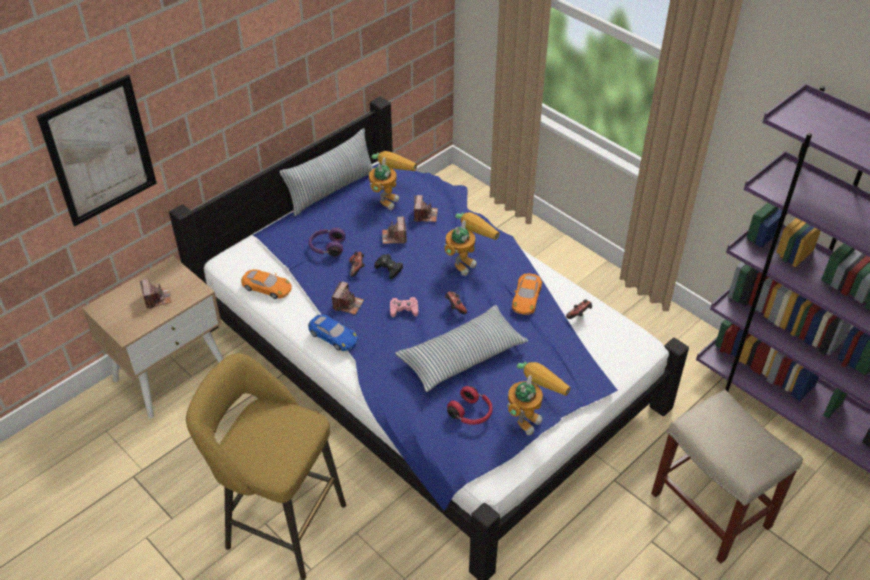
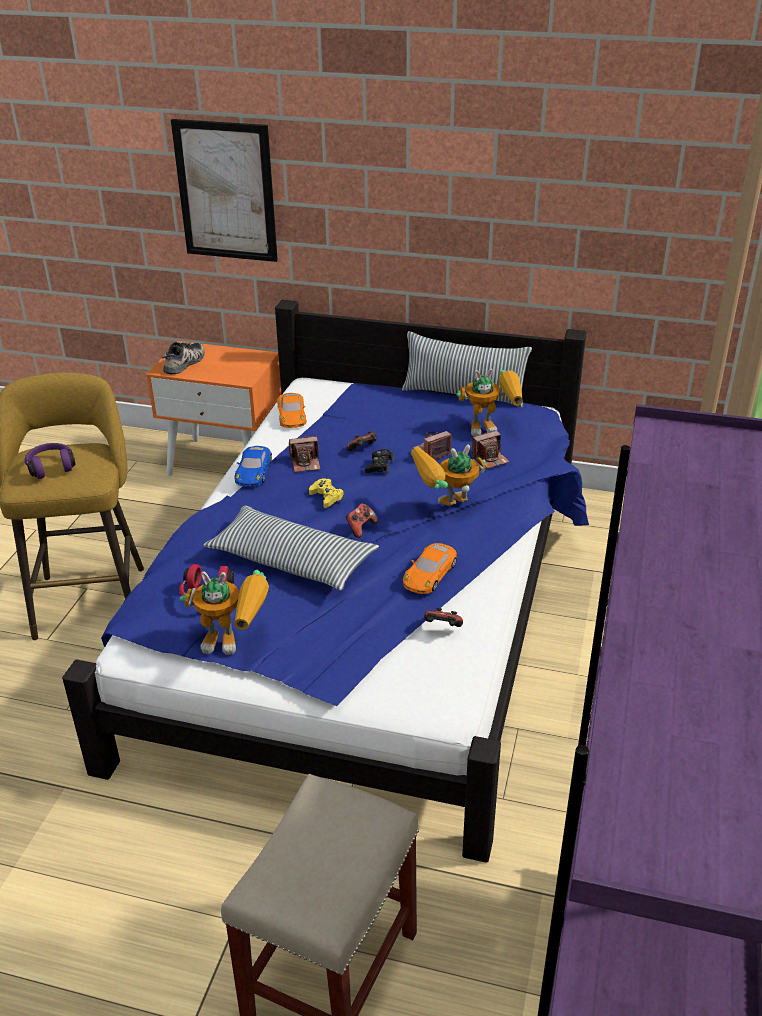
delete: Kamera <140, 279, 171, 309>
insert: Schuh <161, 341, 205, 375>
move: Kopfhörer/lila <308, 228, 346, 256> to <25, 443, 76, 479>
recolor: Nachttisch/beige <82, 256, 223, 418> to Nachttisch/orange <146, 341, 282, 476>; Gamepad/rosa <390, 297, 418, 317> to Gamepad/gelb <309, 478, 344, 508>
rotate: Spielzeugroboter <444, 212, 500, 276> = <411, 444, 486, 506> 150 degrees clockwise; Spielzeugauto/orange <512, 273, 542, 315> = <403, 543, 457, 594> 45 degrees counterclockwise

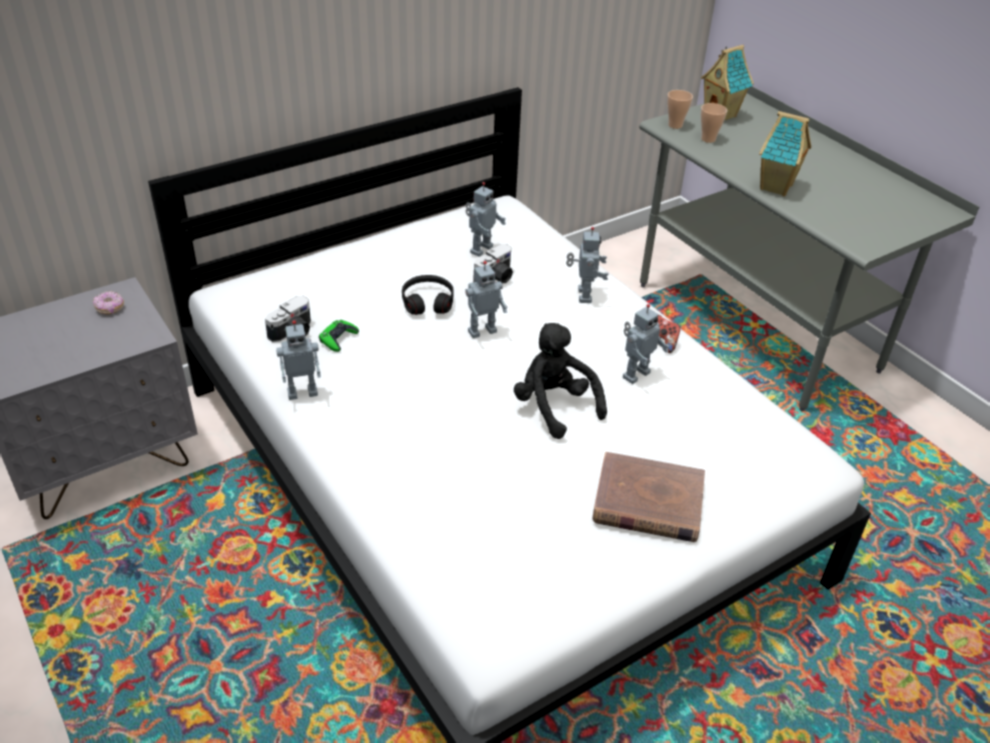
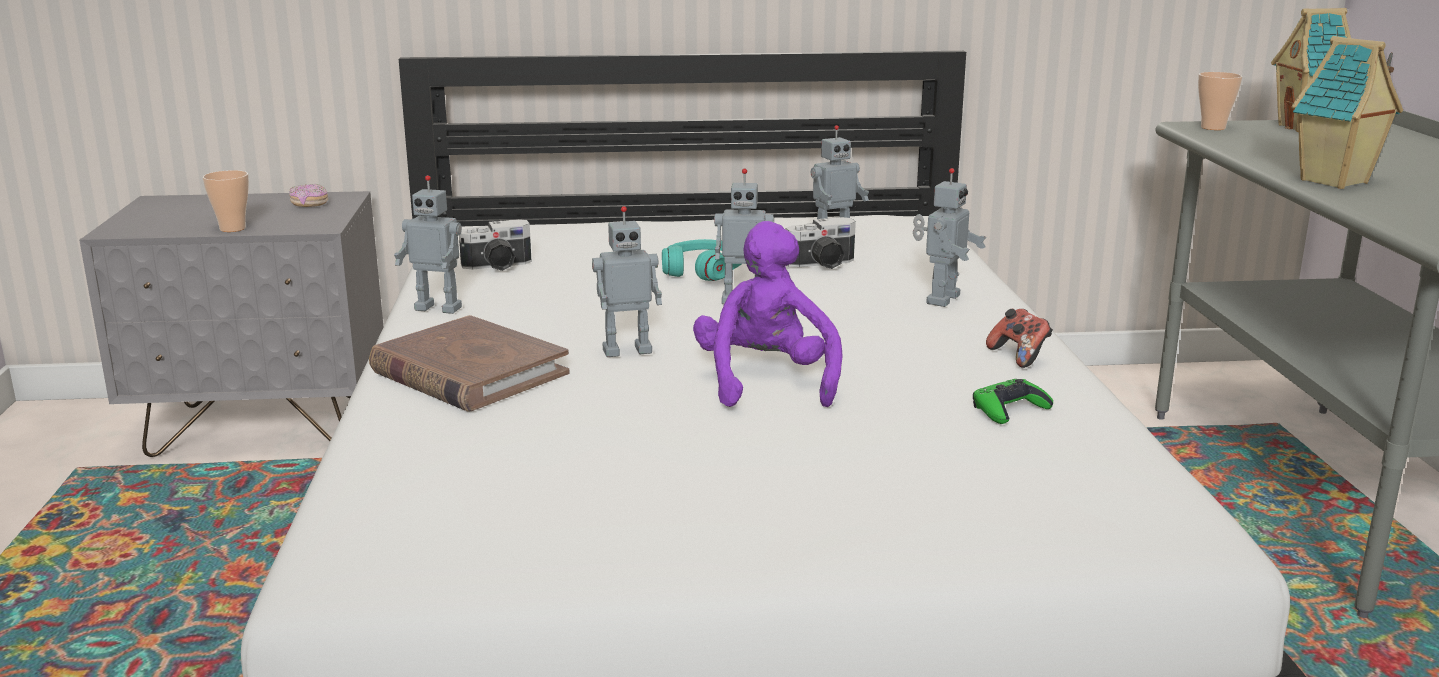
move: Tasse <701, 103, 727, 143> to <202, 170, 249, 232>; Spielzeugroboter <623, 304, 669, 384> to <592, 206, 662, 357>; Gamepad/grün <319, 320, 359, 352> to <973, 379, 1053, 424>; Buch/braun <592, 452, 705, 542> to <369, 315, 570, 411>
recolor: Kopfhörer/schwarz <402, 275, 454, 315> to Kopfhörer/türkis <662, 239, 741, 281>; Plüschtier/schwarz <514, 323, 607, 439> to Plüschtier/lila <693, 221, 842, 407>

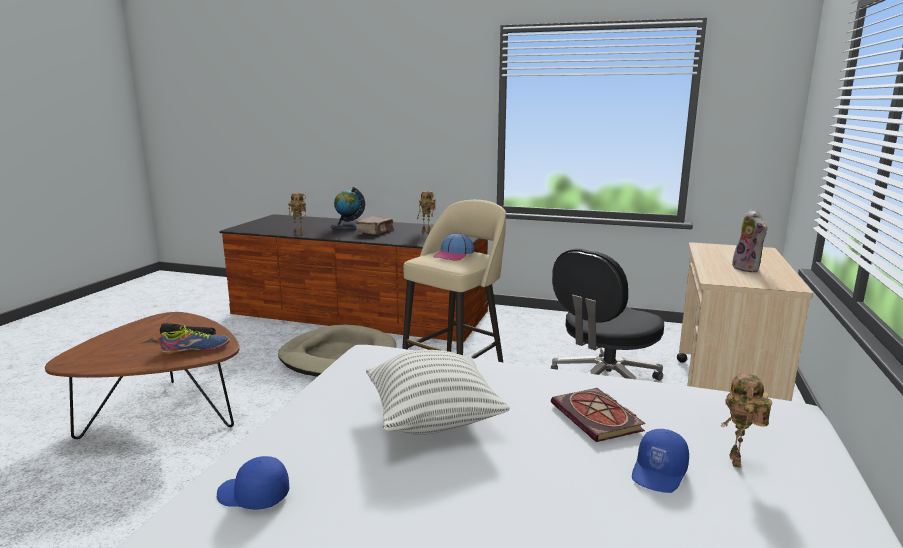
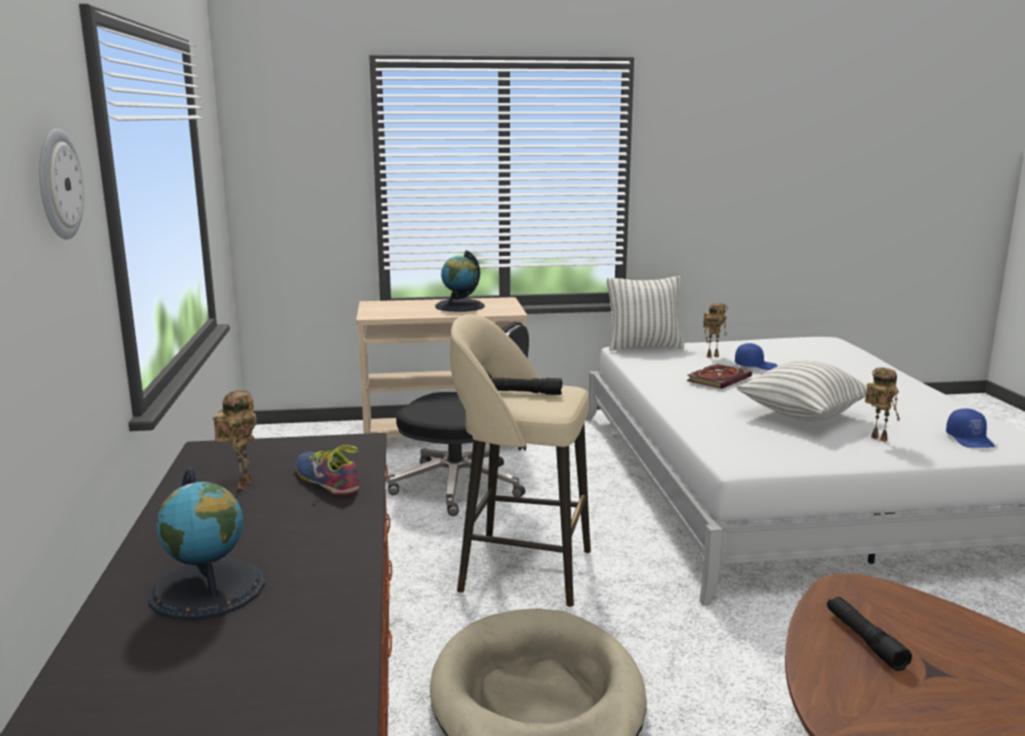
delete: Buch/braun <356, 216, 394, 235>
insert: Wanduhr <39, 129, 84, 240>; Kissen <607, 276, 684, 351>
move: Spielzeugroboter <288, 193, 307, 235> to <865, 367, 900, 442>; Schuh <160, 325, 230, 354> to <296, 445, 359, 495>
replace: Plüschtier <730, 209, 767, 272> to Globus <435, 250, 485, 312>; Kappe <433, 233, 474, 261> to Taschenlampe/schwarz <490, 377, 562, 395>

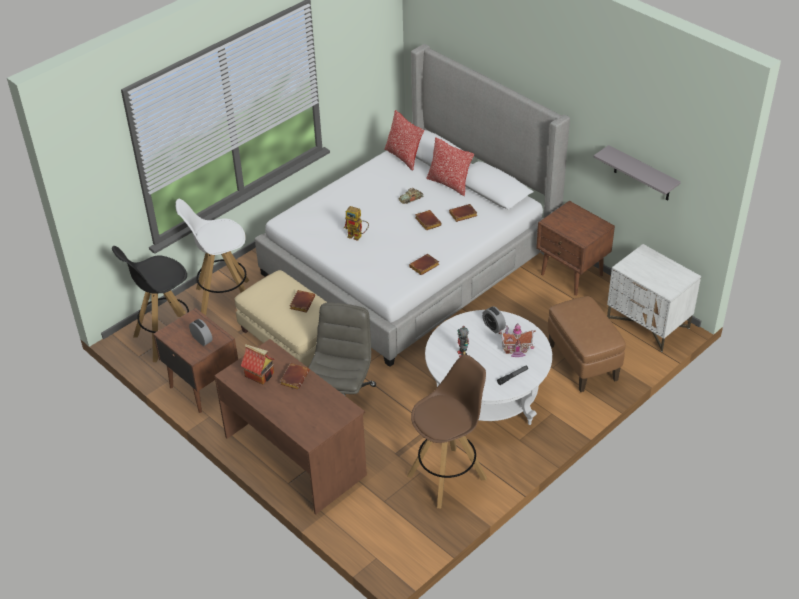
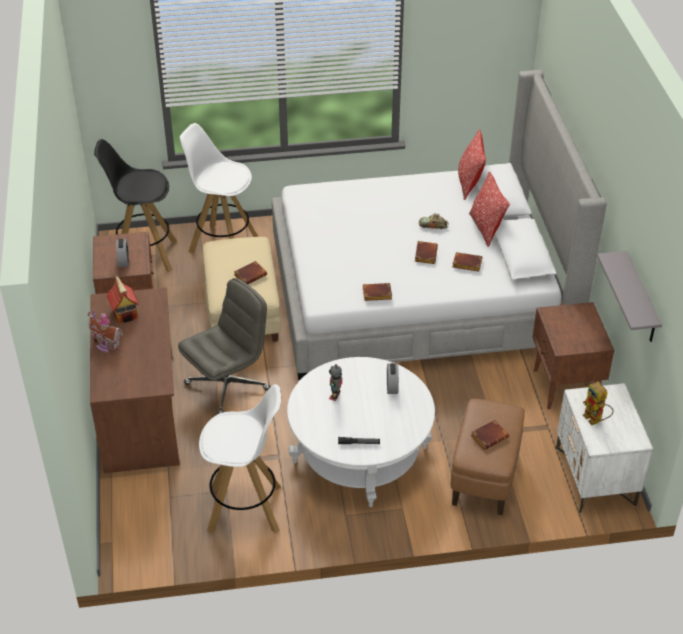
move: Spielzeugroboter <344, 206, 369, 241> to <583, 381, 614, 425>; Spielzeughaus <499, 324, 536, 357> to <87, 309, 123, 353>; Buch/braun <280, 363, 310, 390> to <471, 419, 509, 450>
recolor: Hocker/braun <407, 355, 487, 508> to Hocker/weiß <199, 384, 281, 534>

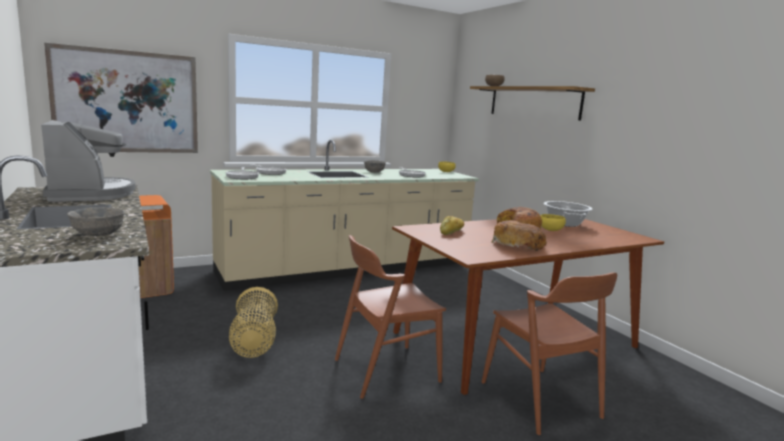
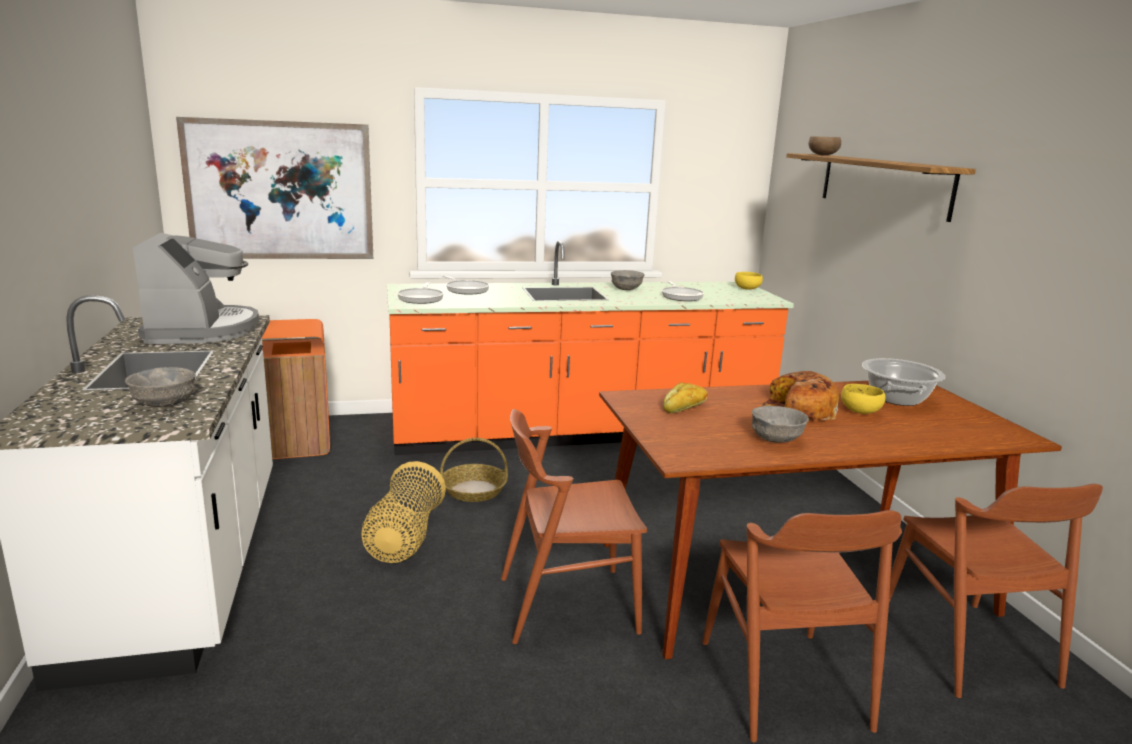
insert: Korb <440, 438, 508, 502>; Stuhl/braun <889, 484, 1103, 698>
replace: Brot <491, 220, 547, 251> to Schüssel/grau <752, 406, 809, 443>
recolor: Küchenzeile/beige <210, 140, 479, 291> to Küchenzeile/orange <387, 240, 794, 455>

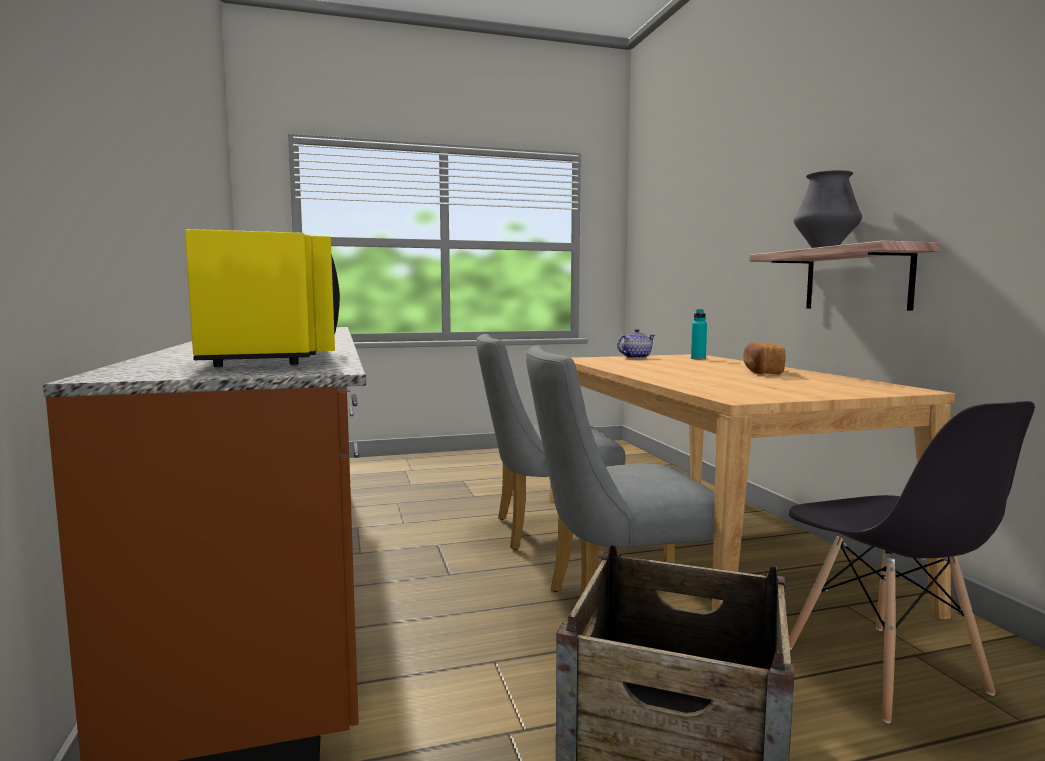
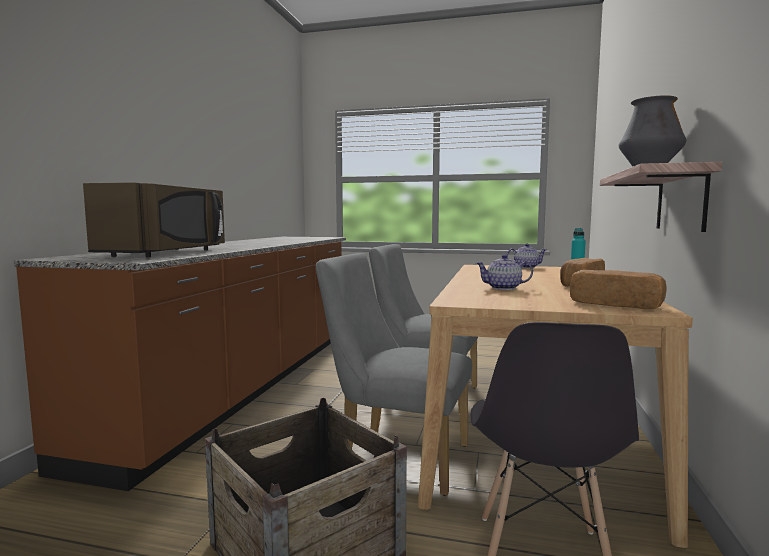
insert: Teekanne <476, 254, 533, 290>; Brot <570, 270, 667, 309>
recolor: Mikrowelle/gelb <185, 229, 340, 367> to Mikrowelle/braun <83, 182, 225, 257>

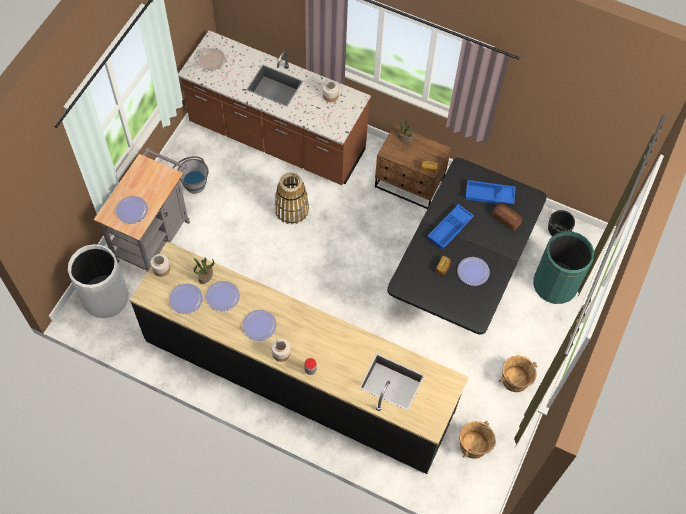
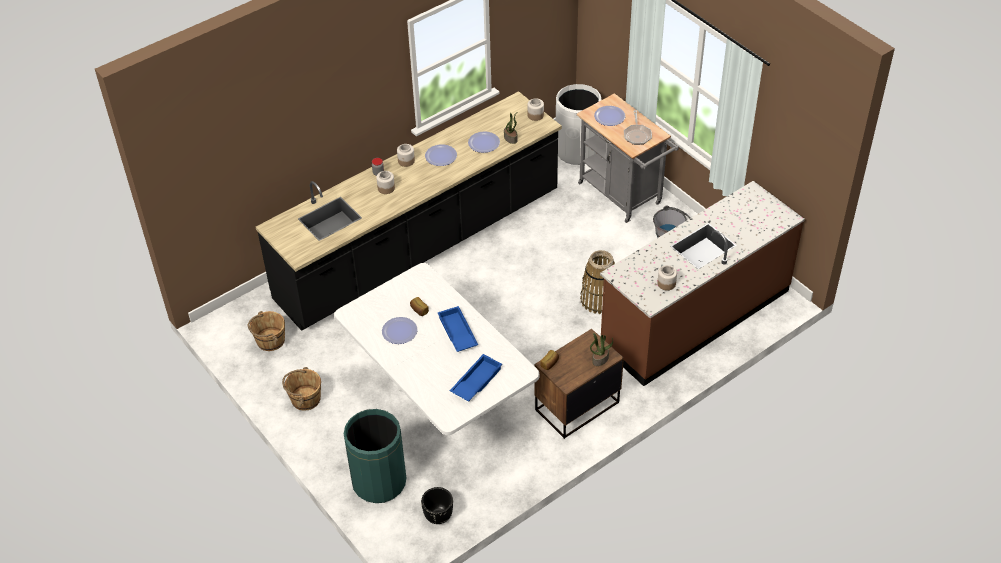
delete: Brot <492, 203, 522, 230>; Teller <169, 283, 203, 314>
insert: Vorratsglas <376, 171, 395, 194>
move: Pfanne <182, 48, 226, 71> to <624, 110, 652, 145>
recolor: Esstisch/schwarz <387, 158, 547, 335> to Esstisch/weiß <335, 263, 539, 437>

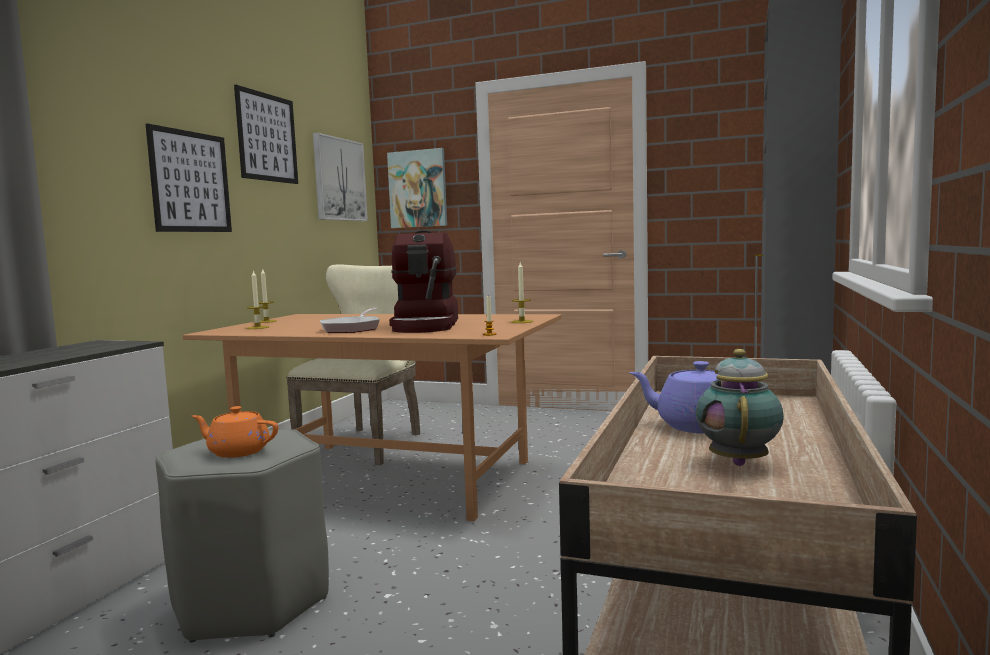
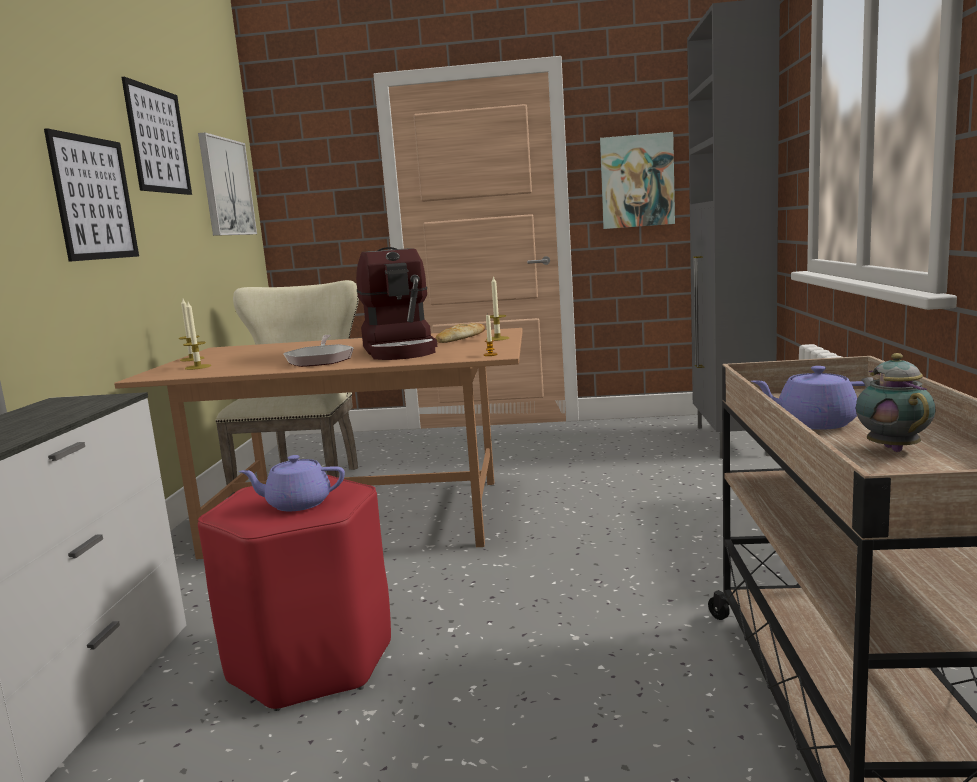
insert: Brot <435, 323, 485, 343>
move: Bild <387, 148, 447, 228> to <600, 132, 675, 229>
recolor: Teekanne/orange <192, 406, 278, 458> to Teekanne/lila <239, 455, 345, 511>; Hocker/grau <155, 429, 329, 642> to Hocker/rot <198, 475, 391, 711>

